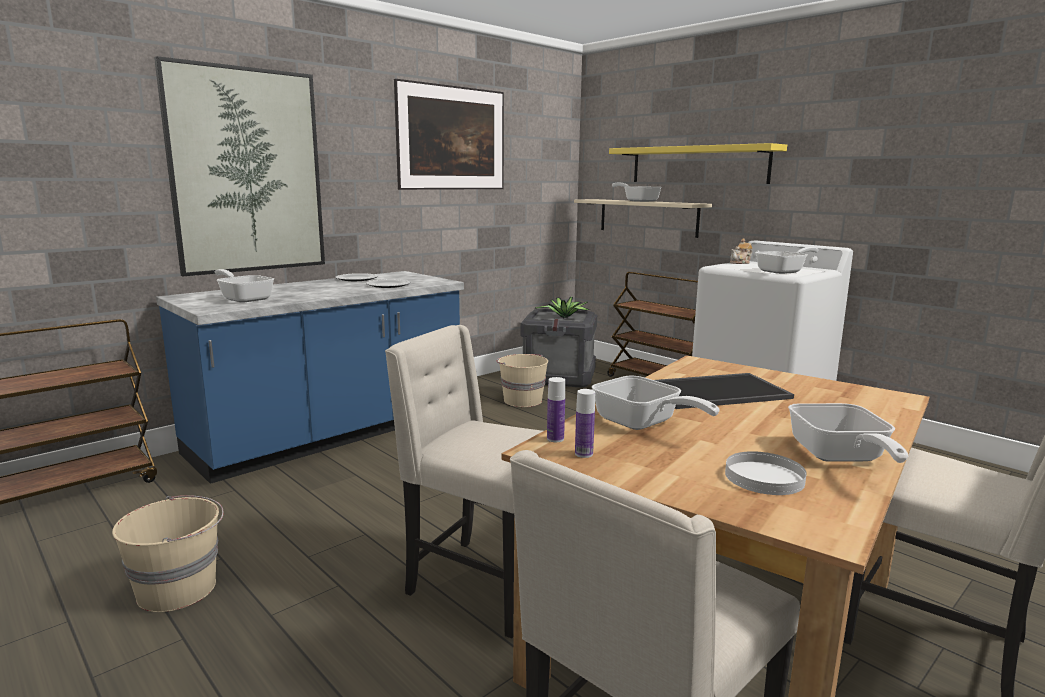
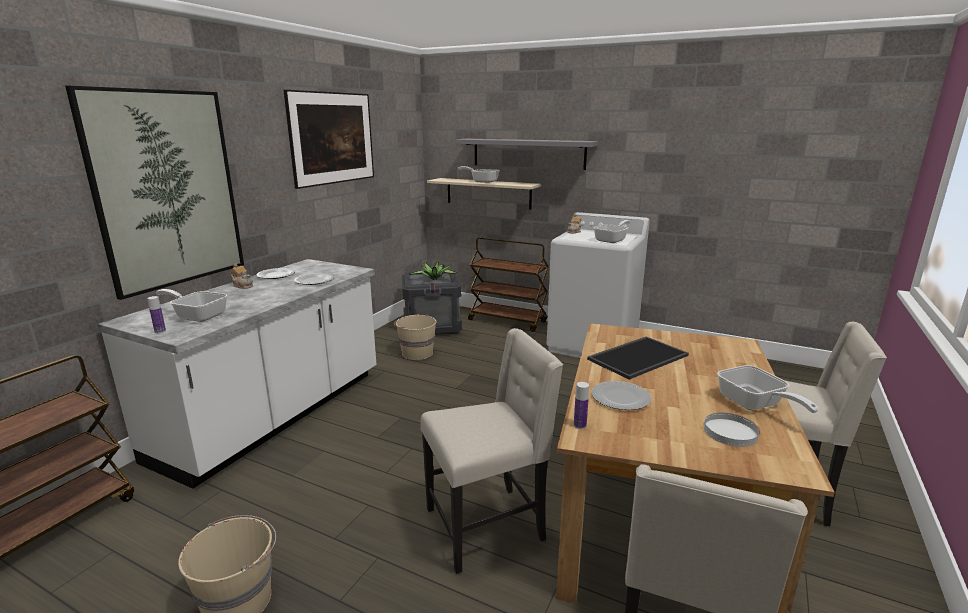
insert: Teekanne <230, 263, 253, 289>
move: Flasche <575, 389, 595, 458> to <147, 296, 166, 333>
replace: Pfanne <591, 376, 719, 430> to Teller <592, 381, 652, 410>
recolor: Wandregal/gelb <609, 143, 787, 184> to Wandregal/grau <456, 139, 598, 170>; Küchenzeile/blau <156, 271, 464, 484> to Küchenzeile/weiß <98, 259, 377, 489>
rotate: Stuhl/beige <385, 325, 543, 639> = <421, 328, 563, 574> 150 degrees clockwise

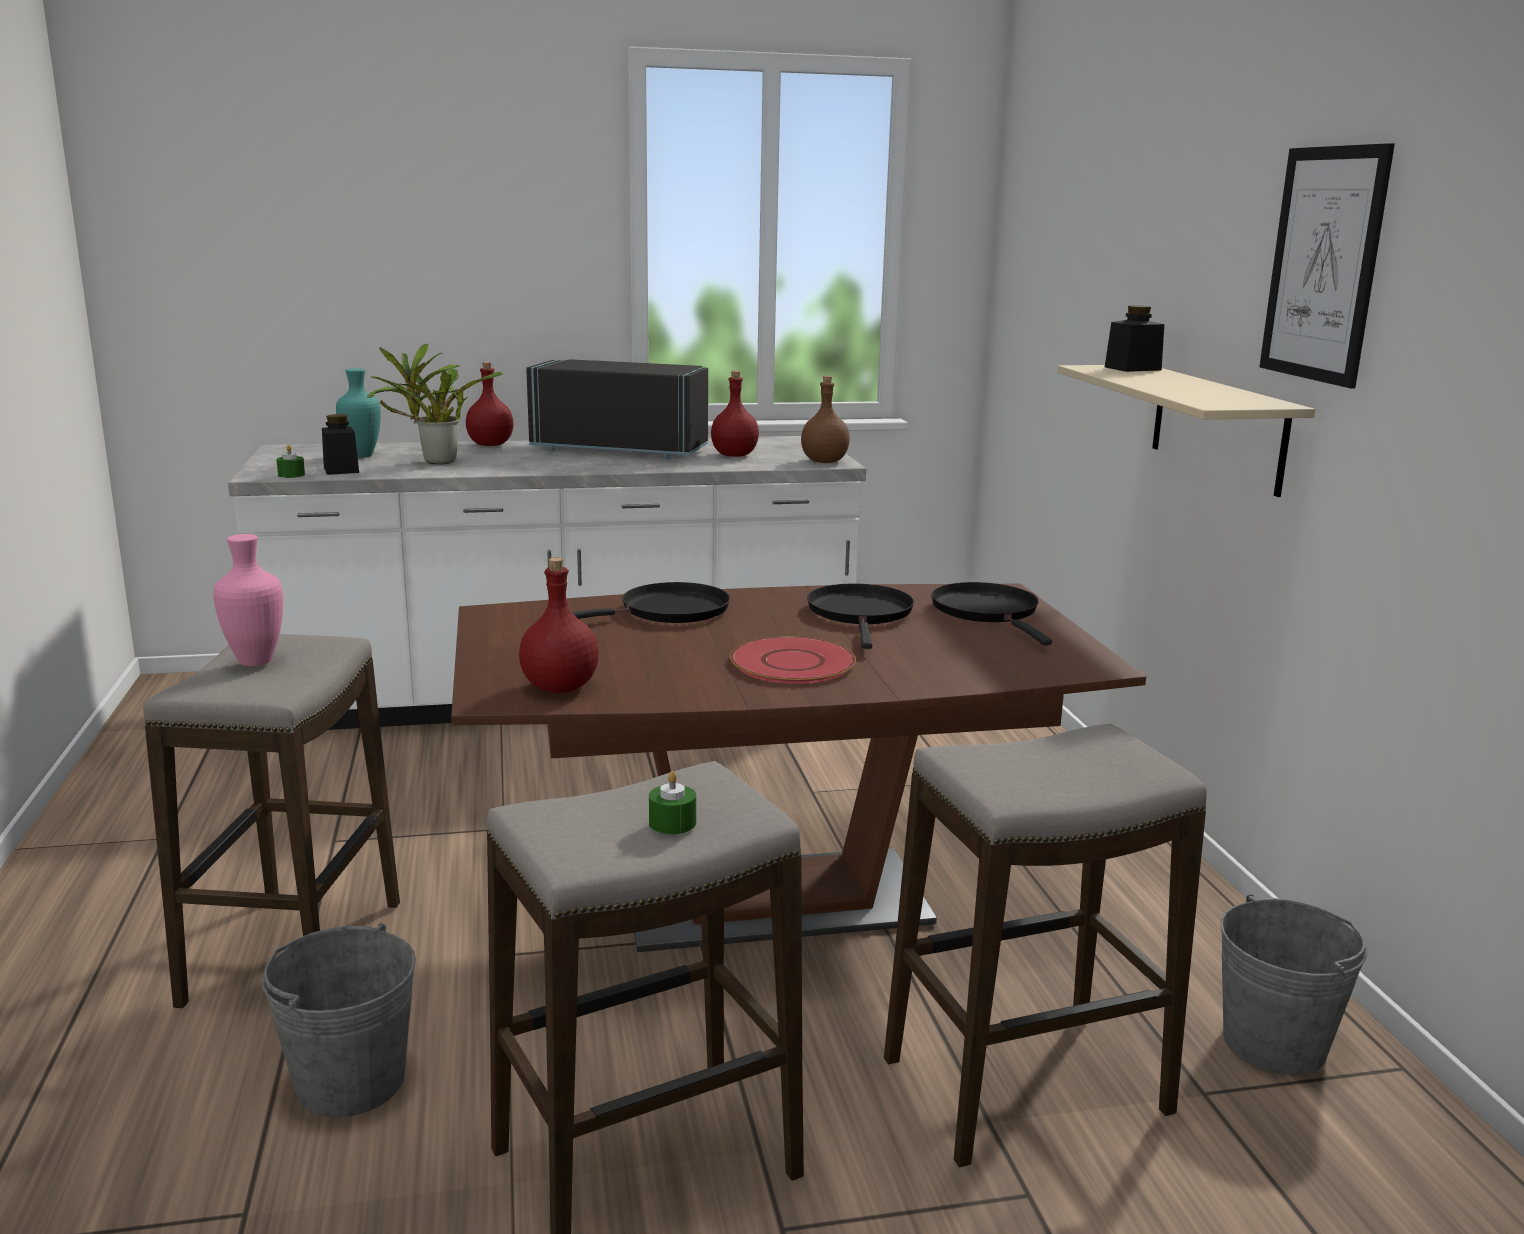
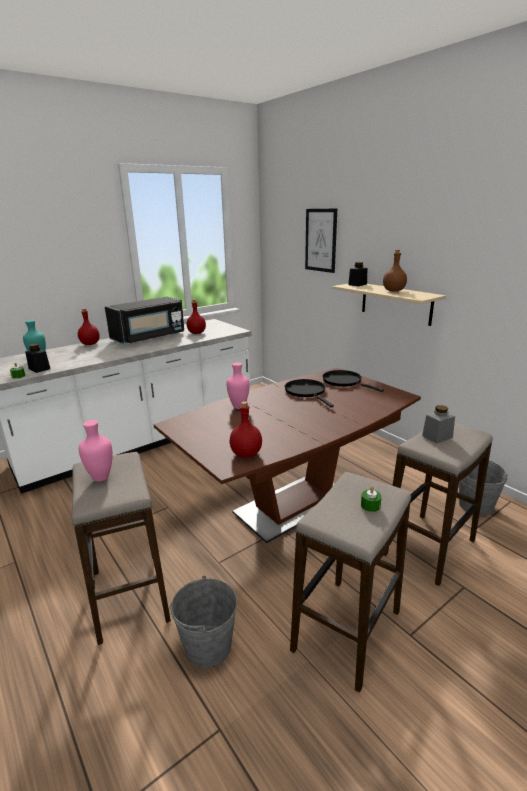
delete: Topfpflanze <367, 343, 504, 464>; Teller/rot <730, 637, 856, 684>
insert: Vorratsglas/grau <422, 405, 455, 444>
move: Bild <1260, 143, 1395, 388> to <305, 209, 337, 273>; Flasche/braun <801, 376, 850, 463> to <383, 250, 407, 292>
replace: Pfanne/schwarz <572, 582, 730, 623> to Vase/rosa <227, 362, 250, 409>
rotate: Mikrowelle/schwarz <526, 359, 708, 459> = <105, 297, 184, 344> 150 degrees clockwise

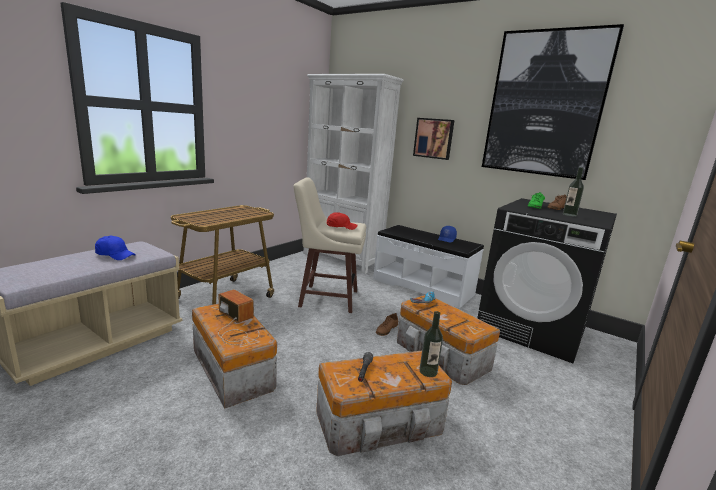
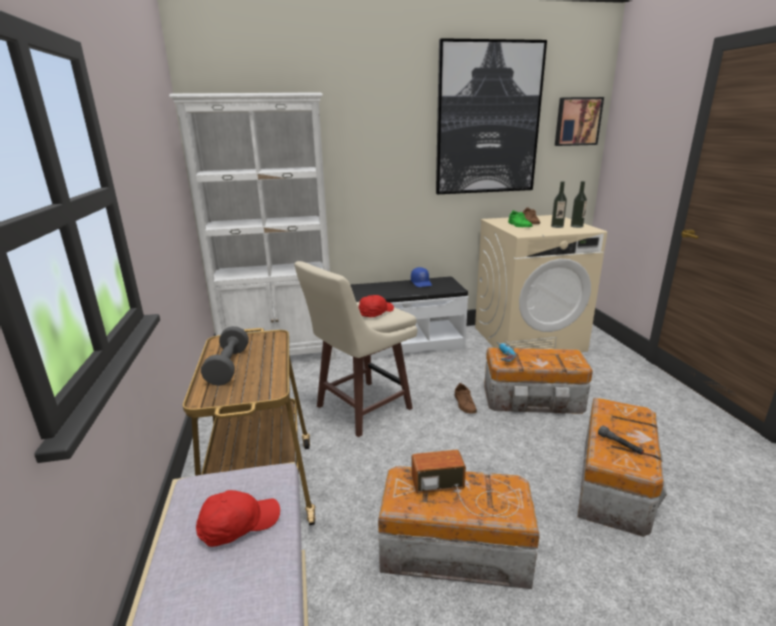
insert: Hantel/grau <201, 326, 249, 386>
move: Bild <413, 118, 454, 160> to <555, 97, 604, 146>; Flasche <419, 311, 443, 377> to <571, 181, 587, 228>
recolor: Waschmaschine/schwarz <478, 198, 617, 363> to Waschmaschine/beige <475, 215, 607, 352>; Kappe/blau <95, 236, 136, 260> to Kappe/rot <196, 490, 280, 547>

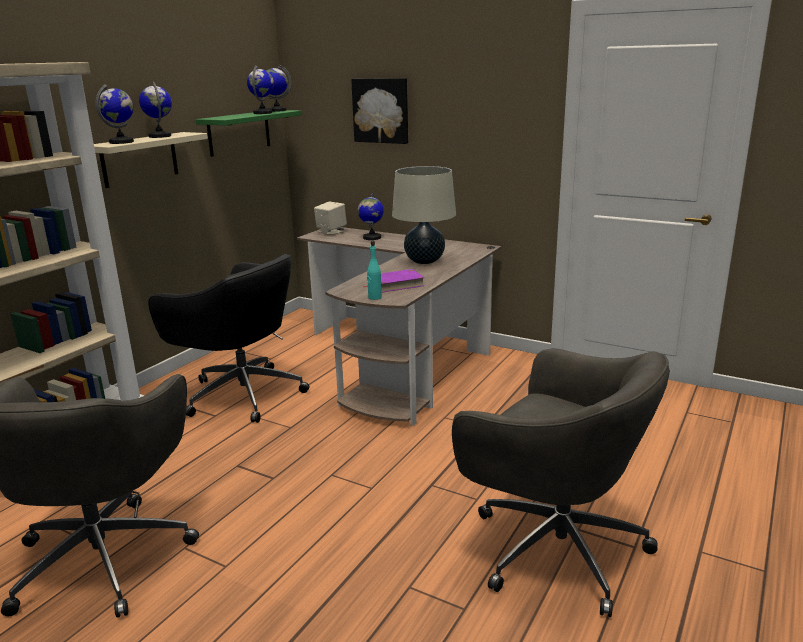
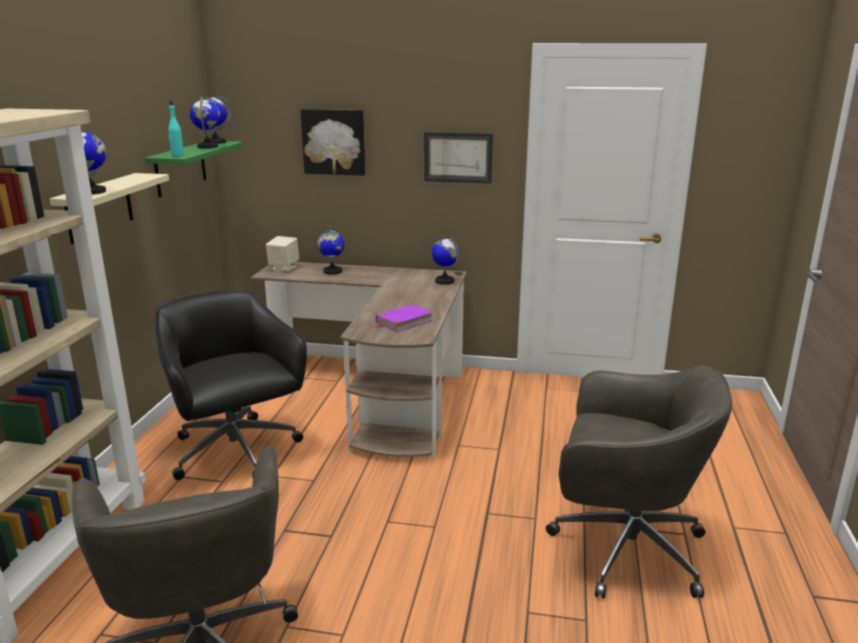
delete: Tischlampe/beige <392, 166, 456, 264>
insert: Bild <424, 132, 493, 184>
move: Globus <139, 82, 172, 138> to <432, 237, 459, 285>; Flasche/türkis <367, 241, 382, 300> to <168, 100, 184, 157>
rotate: Bürostuhl/schwarz <148, 254, 310, 423> = <155, 290, 307, 480> 135 degrees counterclockwise

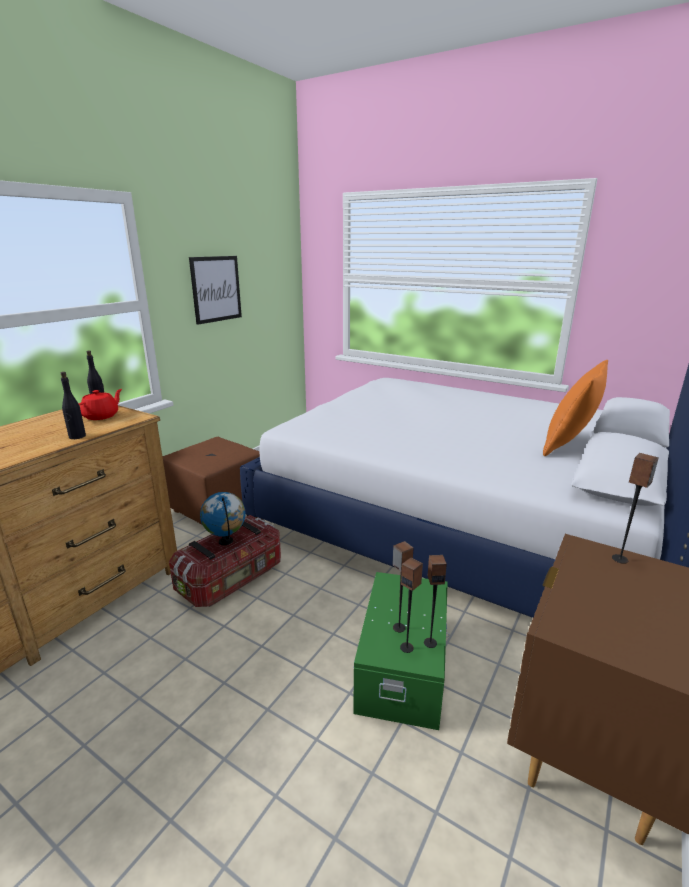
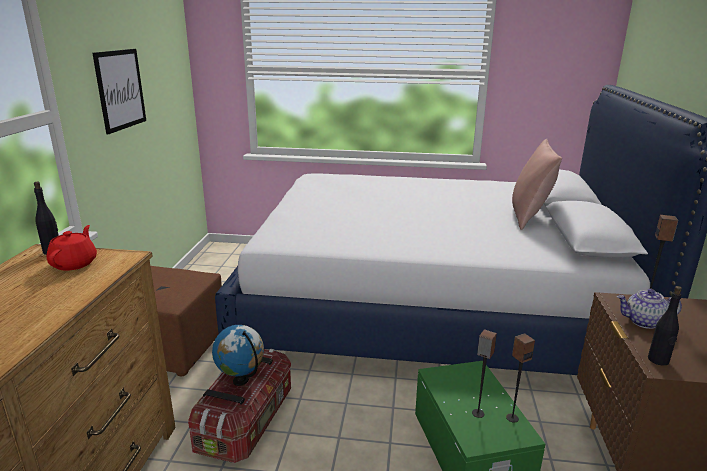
delete: Lautsprecher <400, 557, 423, 653>
insert: Teekanne <617, 289, 682, 329>
move: Flasche/schwarz <61, 372, 86, 439> to <648, 286, 682, 366>
recolor: Kissen/orange <543, 360, 608, 456> to Kissen/rosa <512, 139, 562, 230>

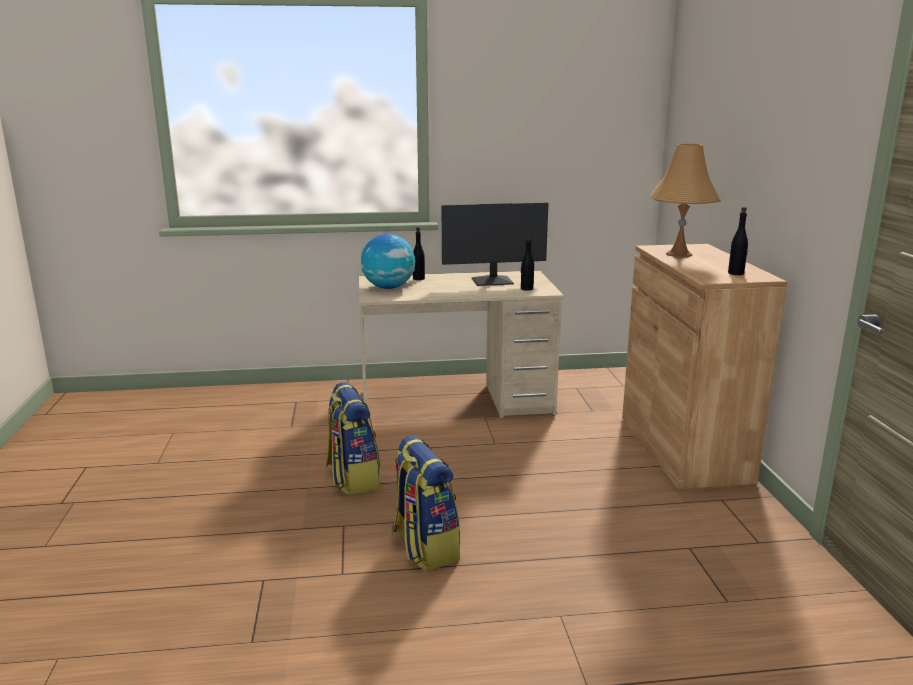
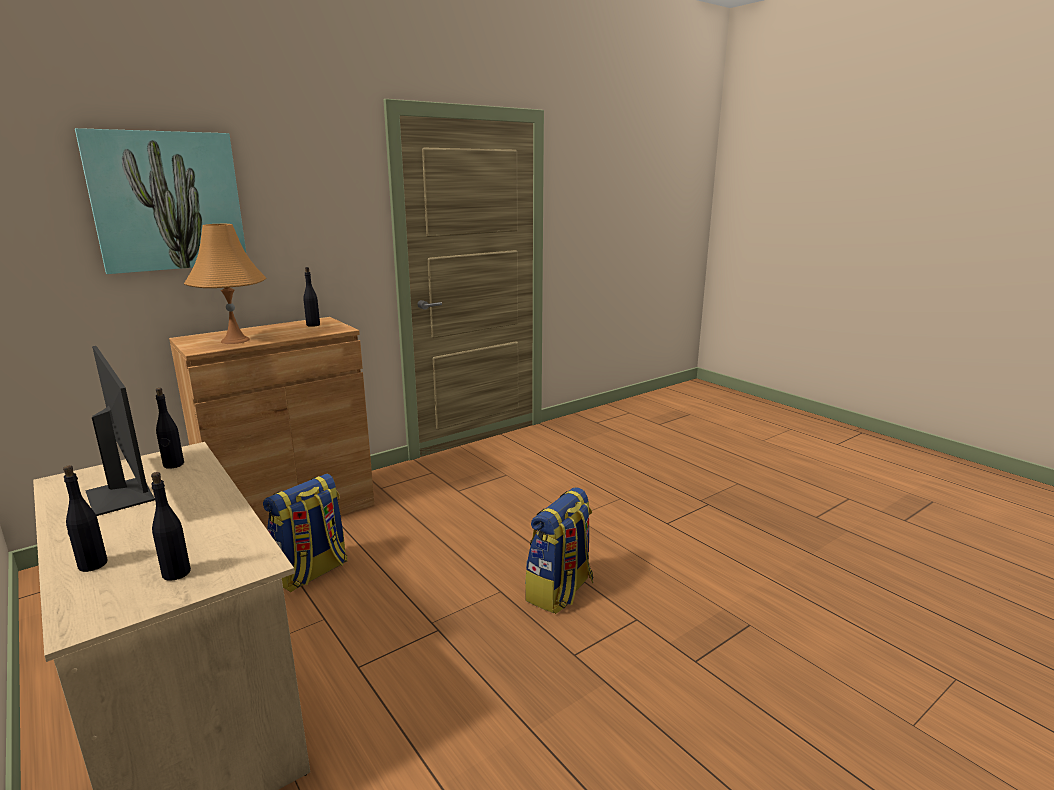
insert: Bild <75, 128, 246, 274>
move: Rucksack <326, 382, 381, 495> to <263, 474, 348, 593>
replace: Globus <361, 234, 415, 289> to Flasche/schwarz <151, 472, 191, 581>

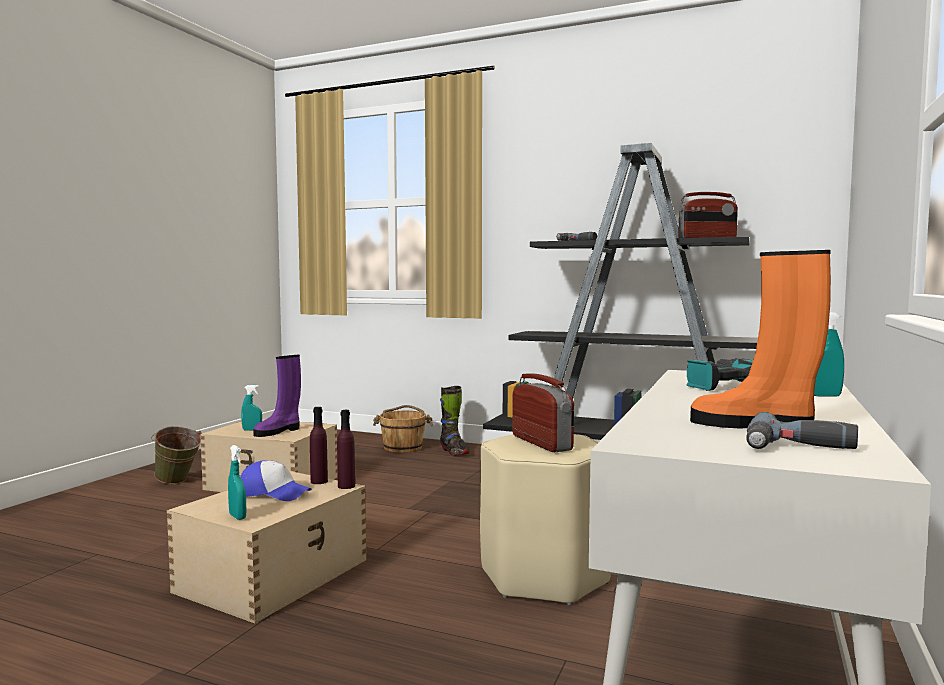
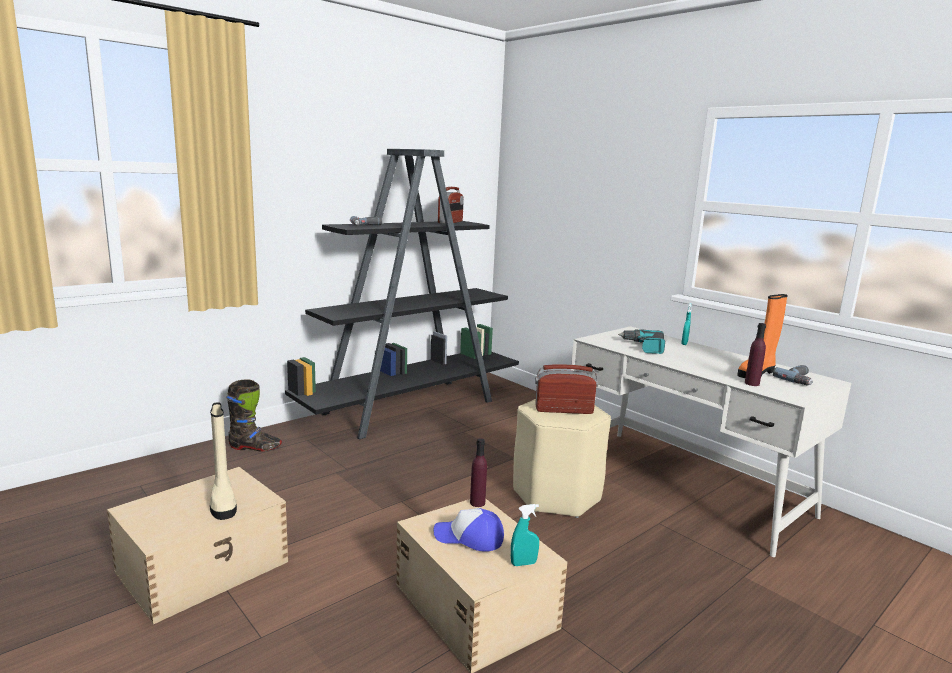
delete: Sprühflasche/türkis <241, 385, 262, 431>; Eimer/braun <373, 405, 434, 453>; Eimer/grün <151, 426, 201, 484>
move: Flasche/lila <310, 407, 328, 484> to <745, 323, 766, 386>
recolor: Stiefel/lila <253, 355, 301, 437> to Stiefel/beige <210, 402, 237, 520>
rotate: Kappe <240, 460, 312, 501> = <434, 508, 504, 552> 120 degrees counterclockwise

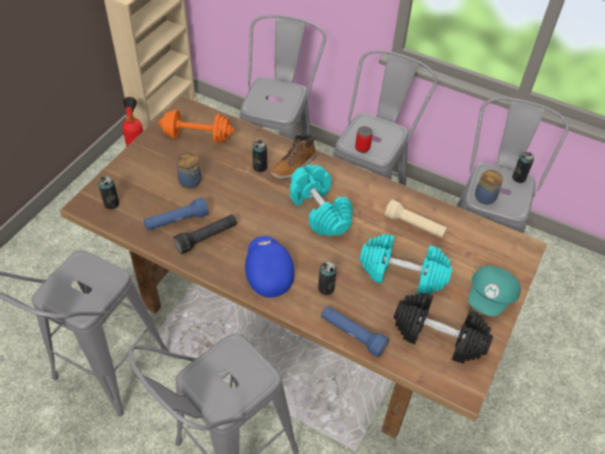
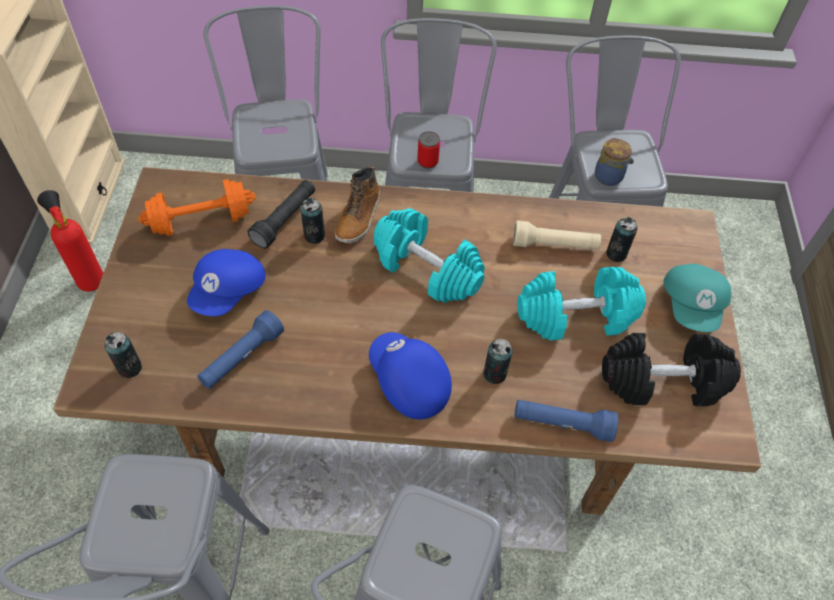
move: Dose <512, 152, 534, 183> to <606, 217, 638, 262>; Taschenlampe/schwarz <173, 214, 237, 254> to <247, 180, 315, 249>
replace: Vorratsglas <176, 153, 201, 188> to Kappe/blau <187, 249, 266, 316>

